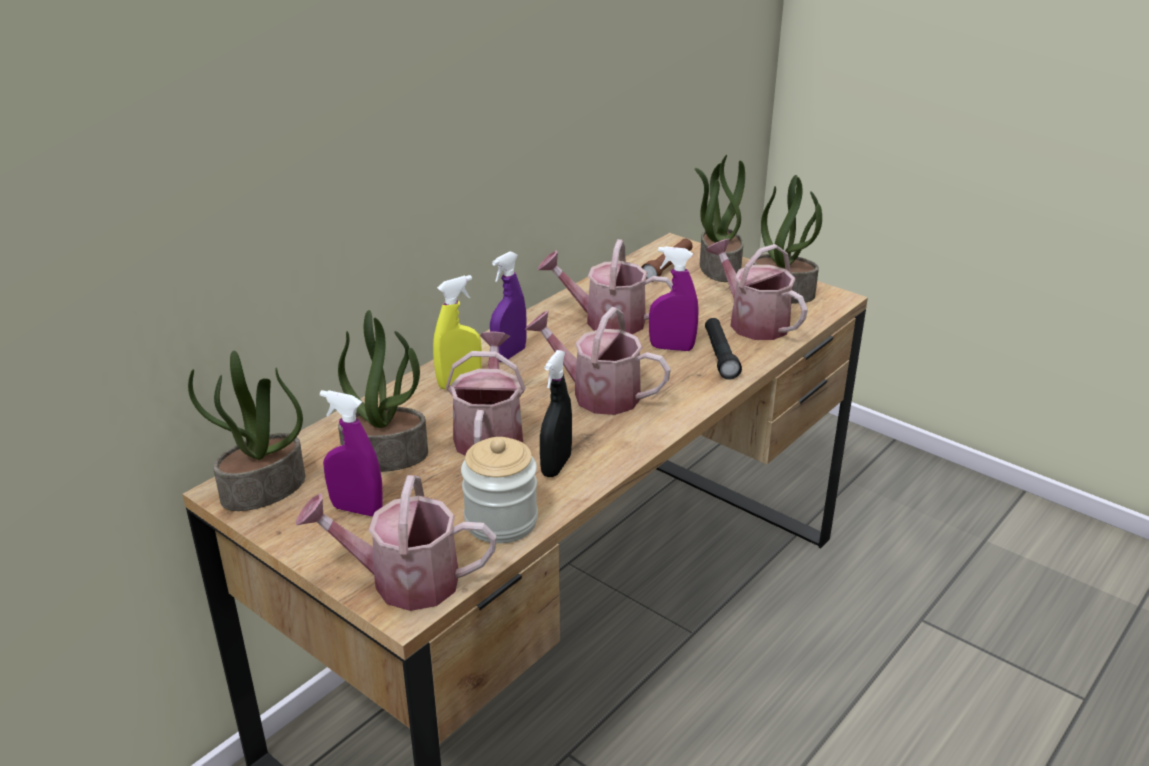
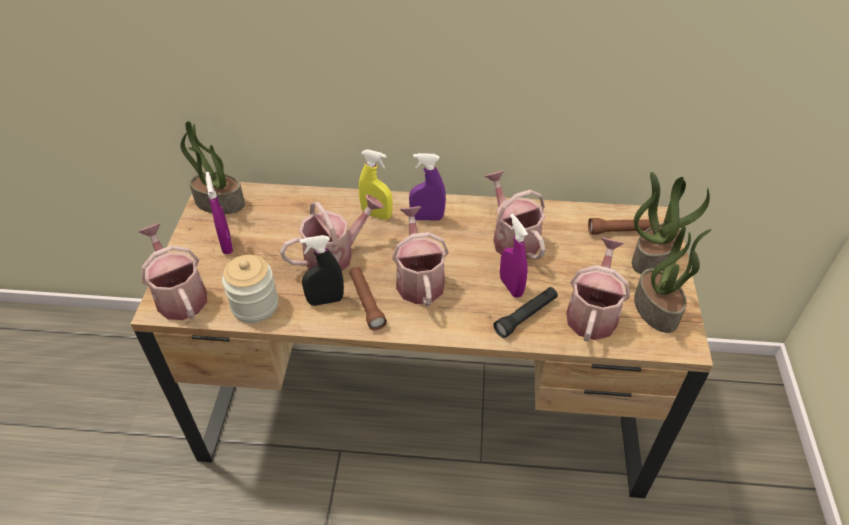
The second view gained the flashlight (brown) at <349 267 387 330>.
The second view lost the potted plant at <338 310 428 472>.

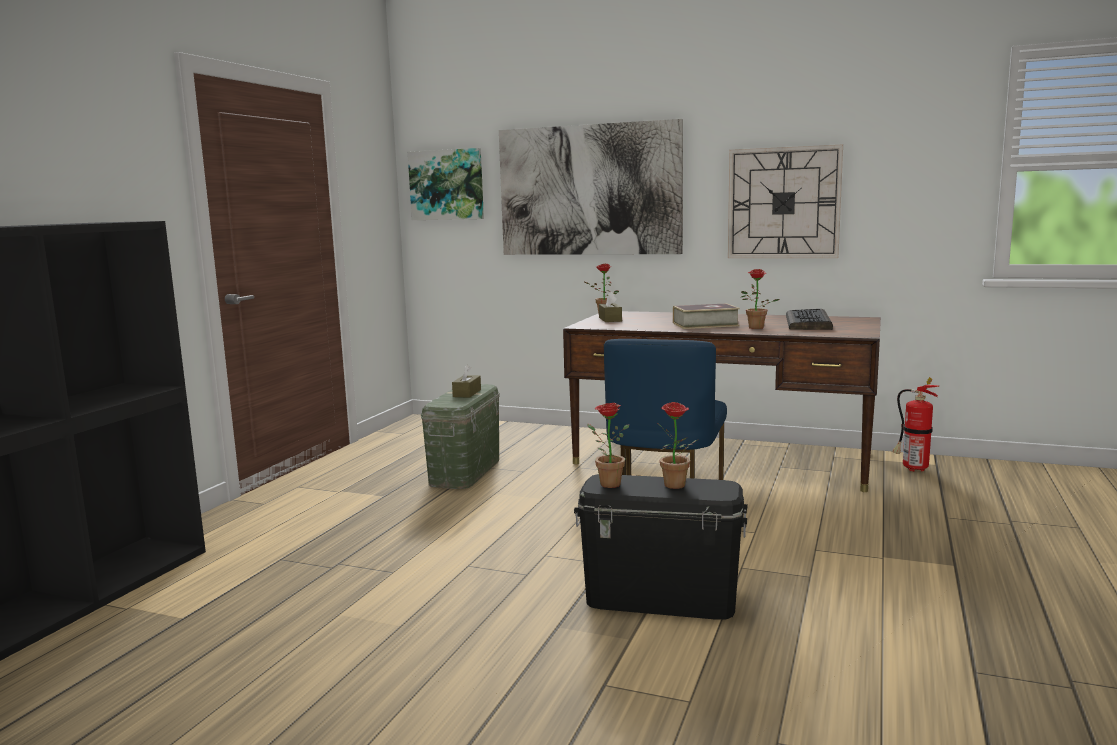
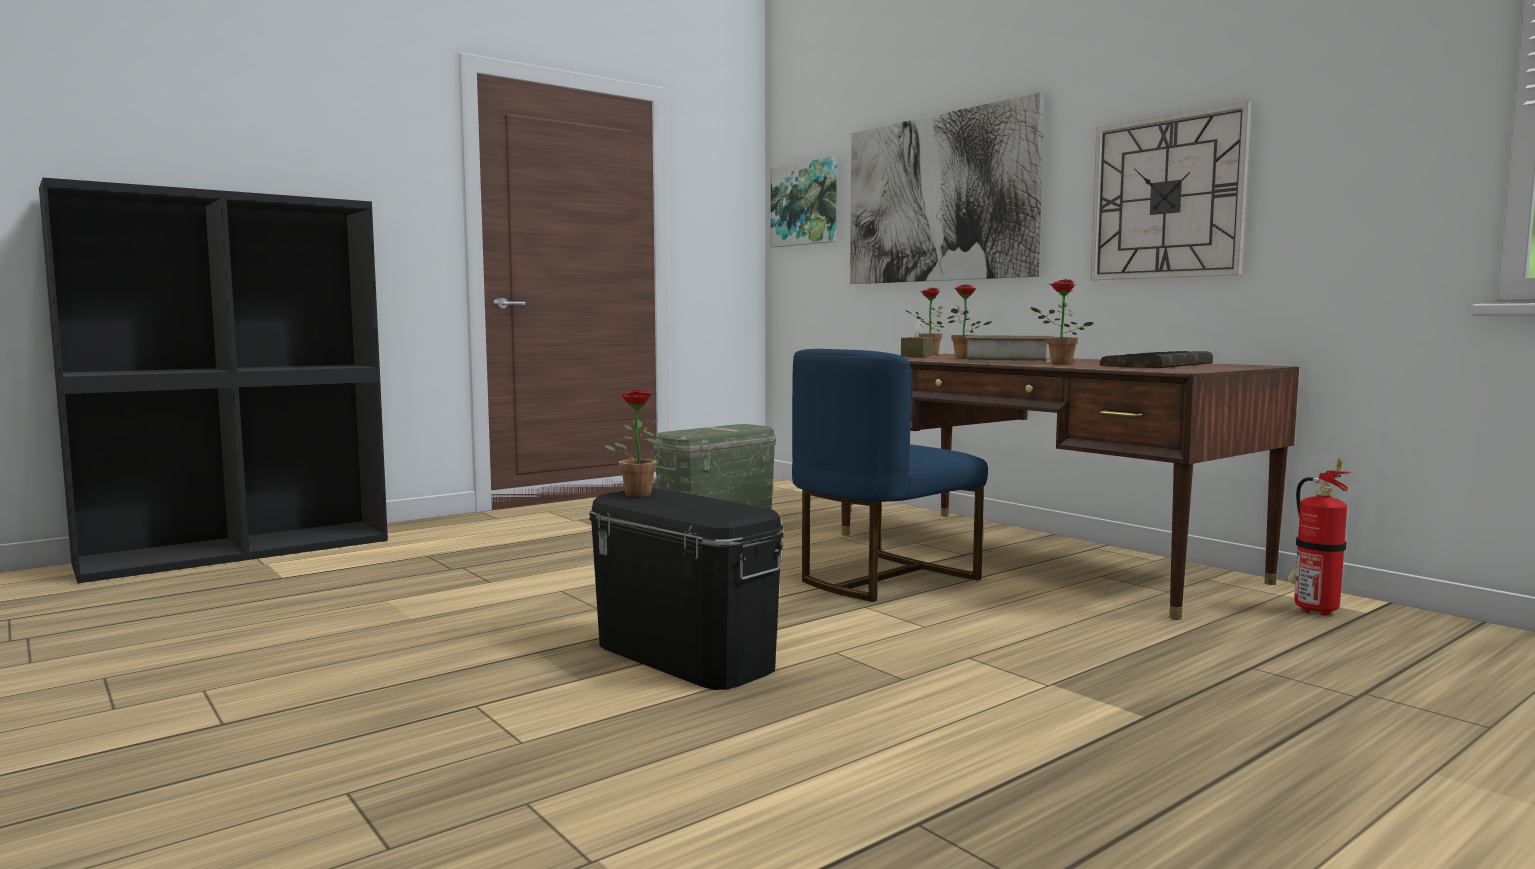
The potted plant ended up elsewhere, having gone from <659 402 697 489> to <947 285 991 359>.
The second view lost the tissue box (brown) at <452 365 481 398>.

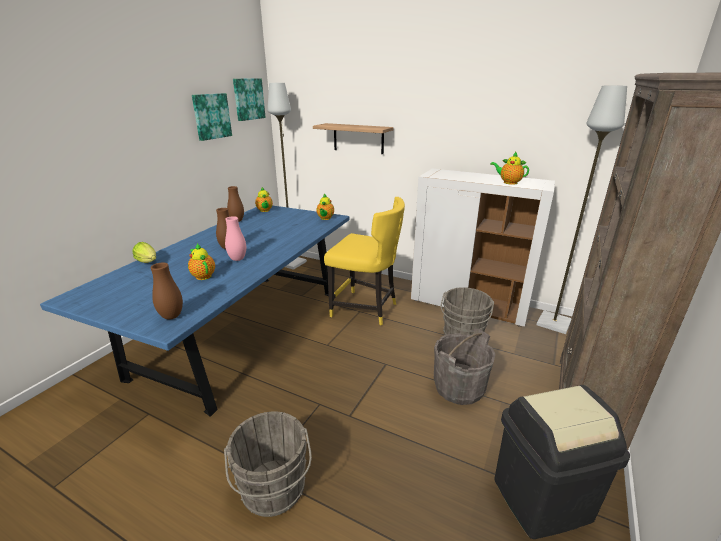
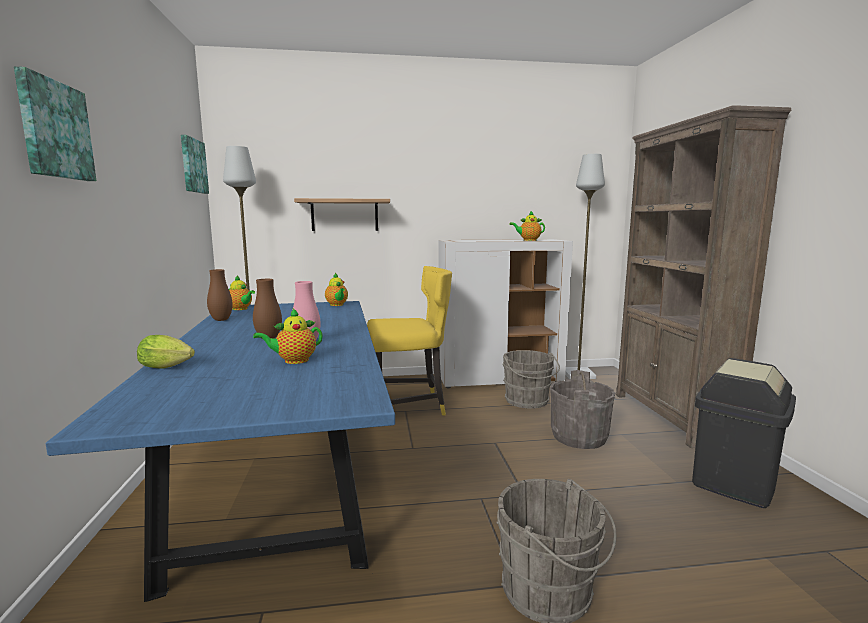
The picture ended up elsewhere, having gone from <192 93 232 141> to <14 67 96 181>.
The teapot at <188 243 215 280> ended up facing another way, 45 degrees counterclockwise from before.
The second view lost the vase (brown) at <151 262 183 320>.

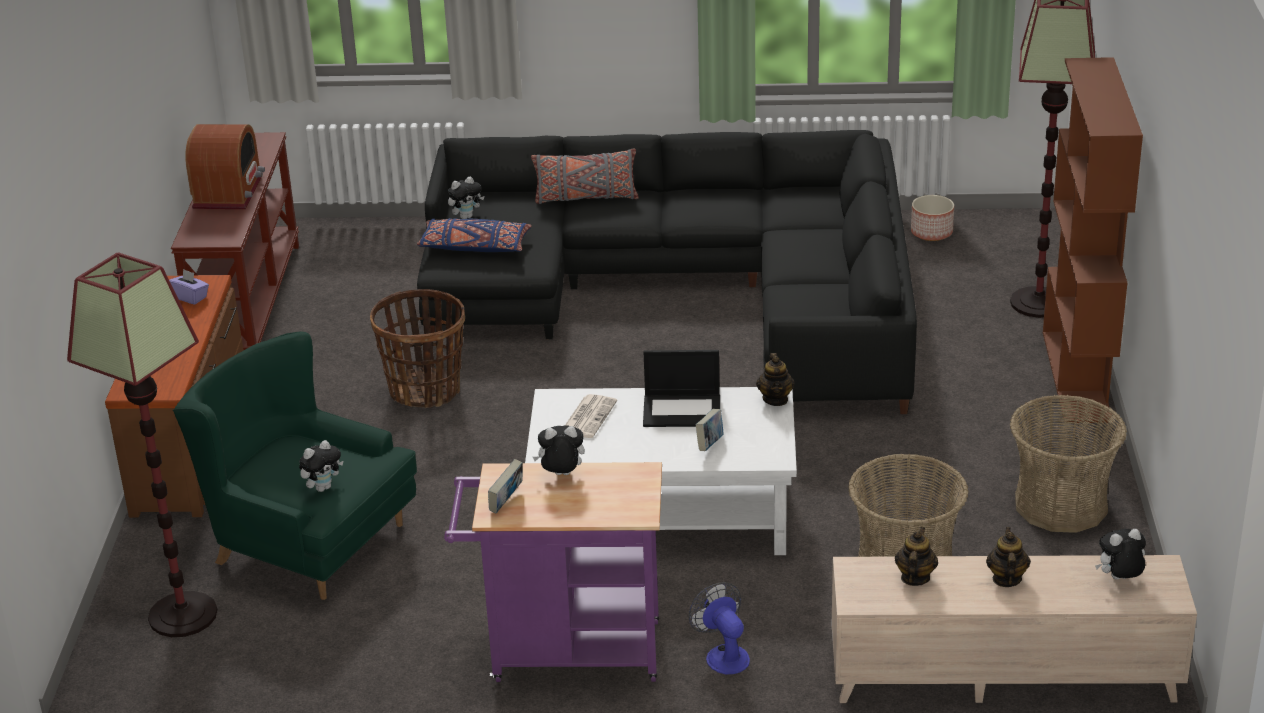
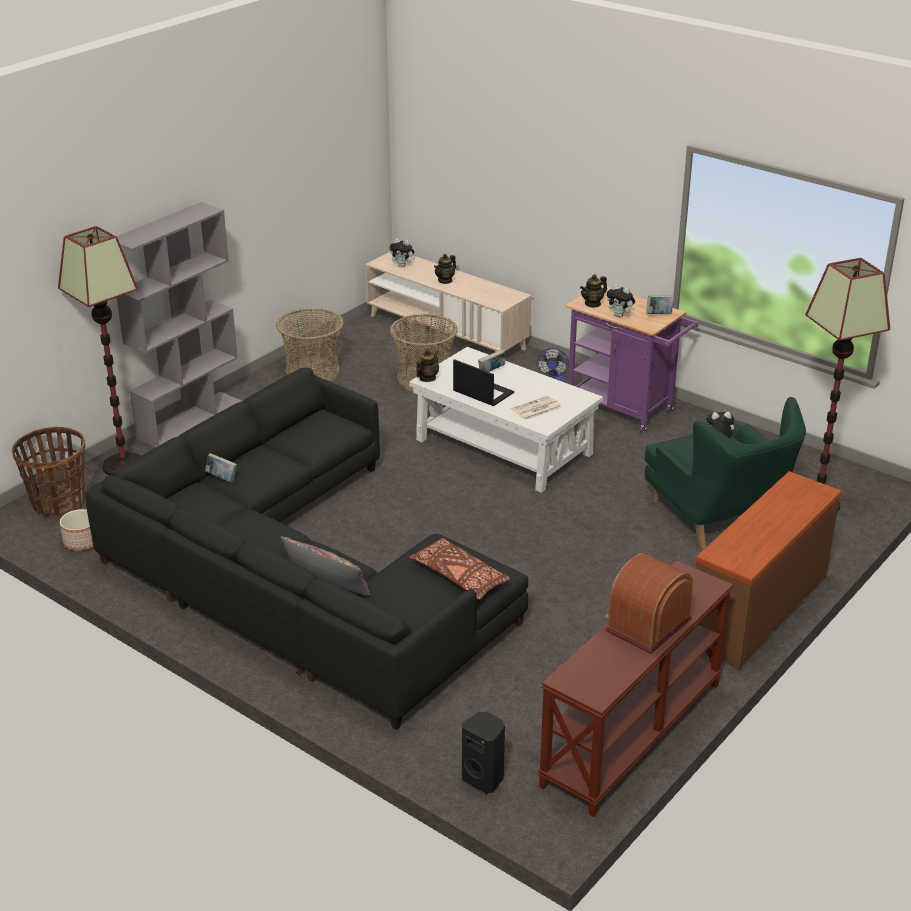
The basket ended up elsewhere, having gone from <370 289 465 408> to <12 427 85 517>.
What was the bookcase (brown) at <1043 57 1143 423> turned into the bookcase (grey) at <117 202 242 448>.
The second view gained the book at <205 453 237 483>.
What was the pillow (blue) at <417 218 532 252> turned into the pillow (brown) at <410 538 510 600>.
The second view gained the speaker (black) at <462 712 505 793>.
The teapot ended up elsewhere, having gone from <895 527 938 586> to <580 274 607 308>.
The second view lost the tissue box (purple) at <169 269 209 304>.
The second view lost the plush toy at <448 176 484 219>.

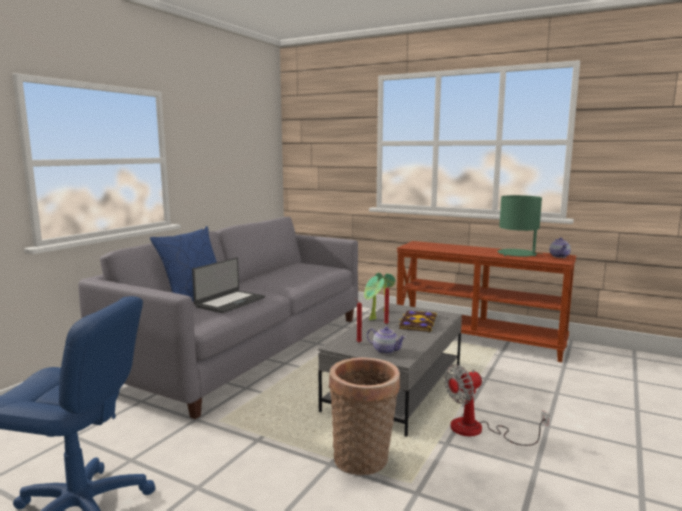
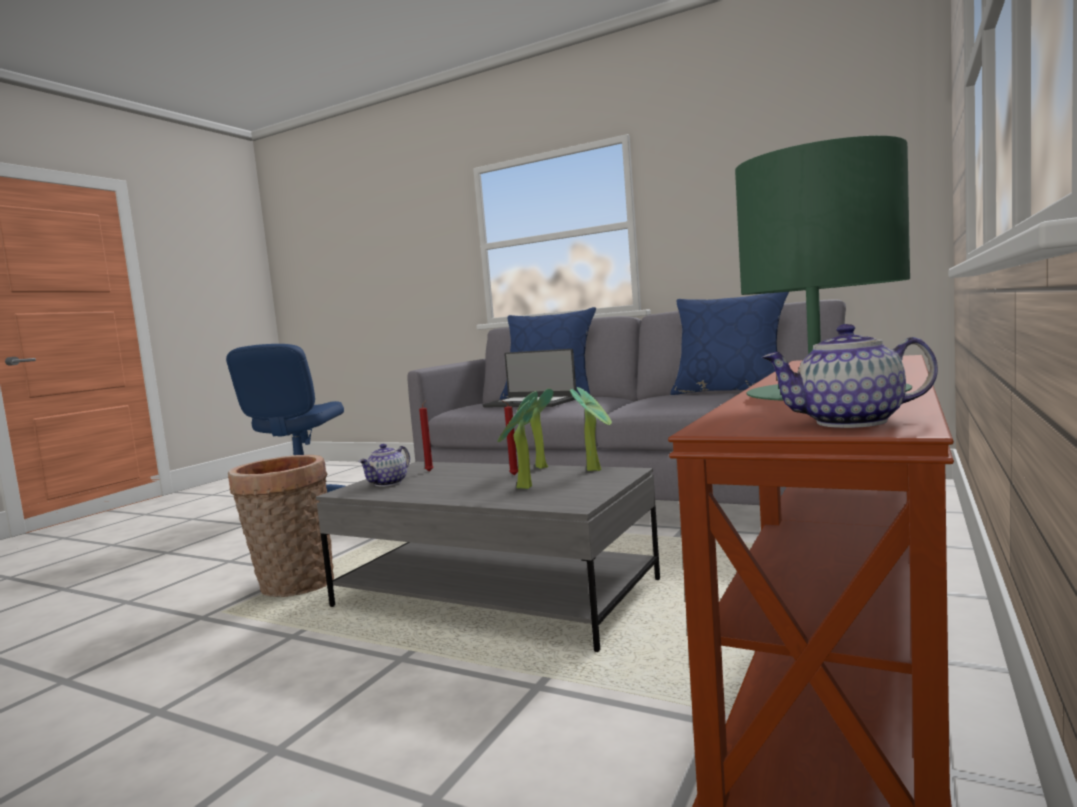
Where the book stood at <398 310 437 332>, the potted plant came to stand at <497 397 536 489>.
The second view gained the pillow (blue) at <670 292 789 395>.
The second view lost the fan at <444 365 549 446>.

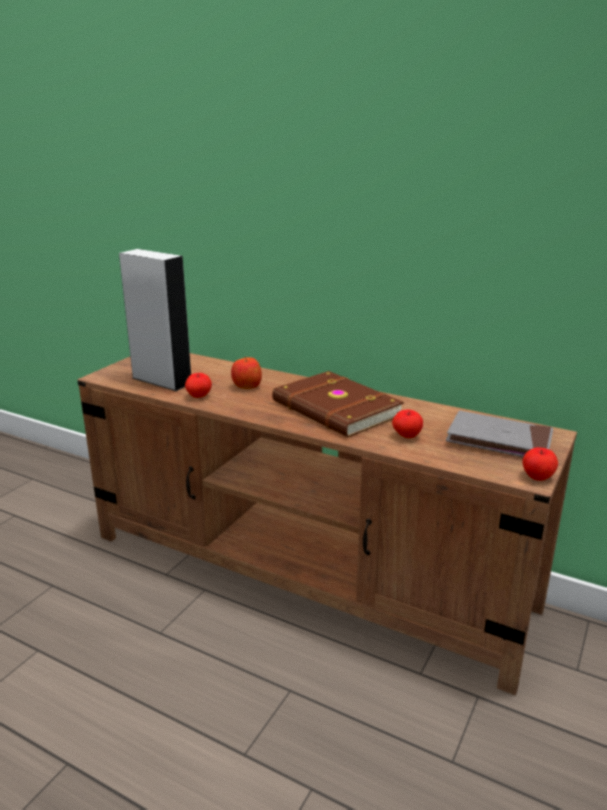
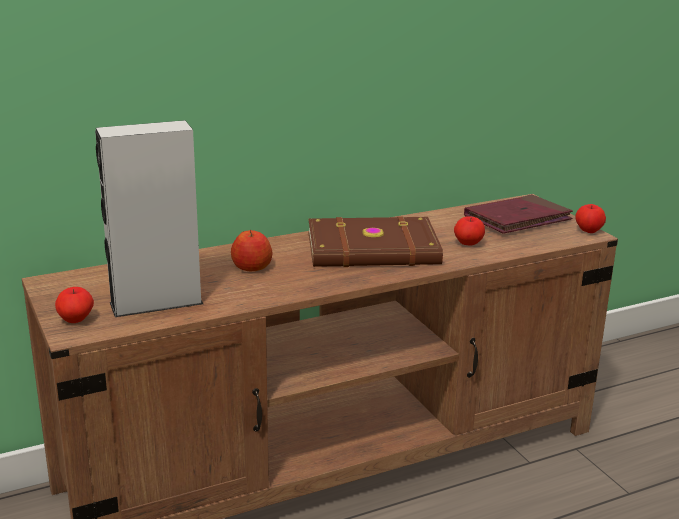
The apple ended up elsewhere, having gone from <185 373 212 398> to <55 287 94 323>.
What was the book (grey) at <446 411 553 457> turned into the book (red) at <464 194 573 234>.

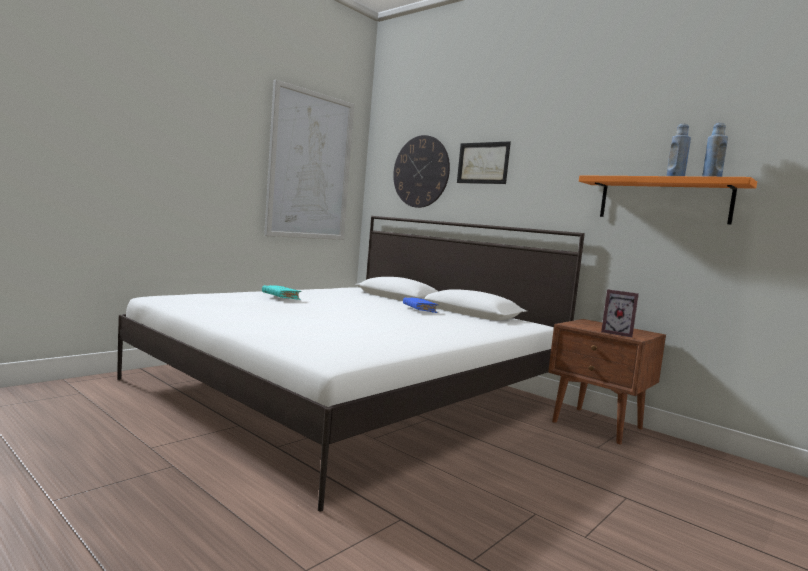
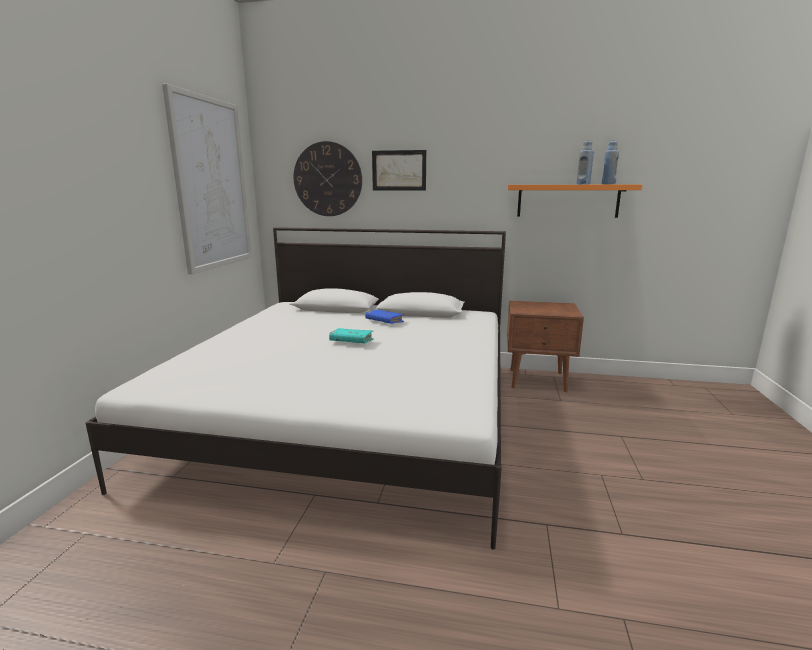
The book (turquoise) ended up elsewhere, having gone from <262 285 301 300> to <329 328 373 344>.
The second view lost the picture frame at <601 289 639 337>.

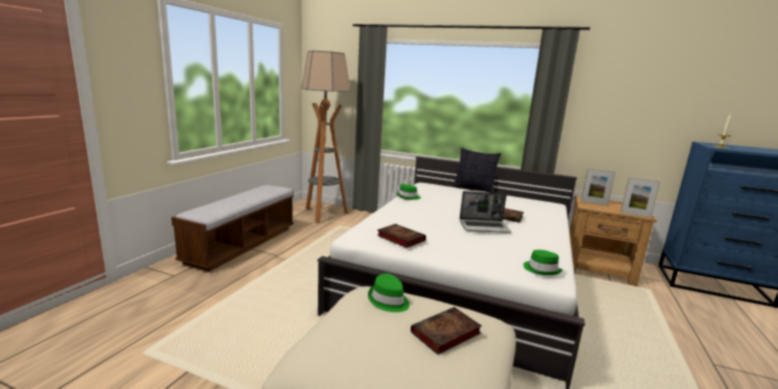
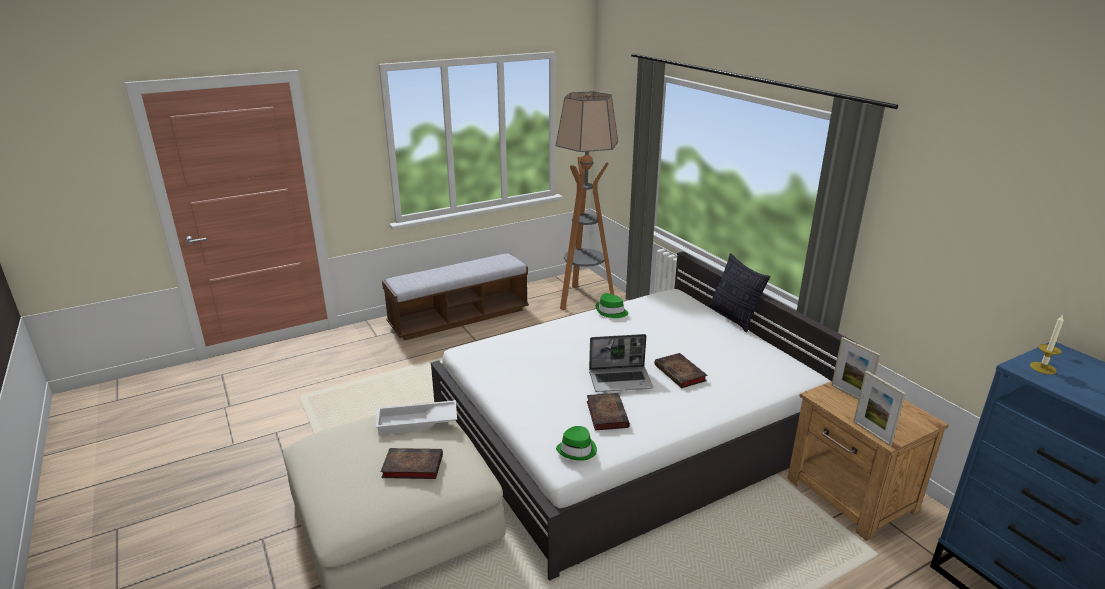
Where the hat (green) stood at <368 274 409 312>, the tray (white) came to stand at <376 400 457 435>.
The book ended up elsewhere, having gone from <377 224 426 248> to <587 393 630 431>.
The laptop at <459 191 511 233> ended up facing another way, 45 degrees counterclockwise from before.

